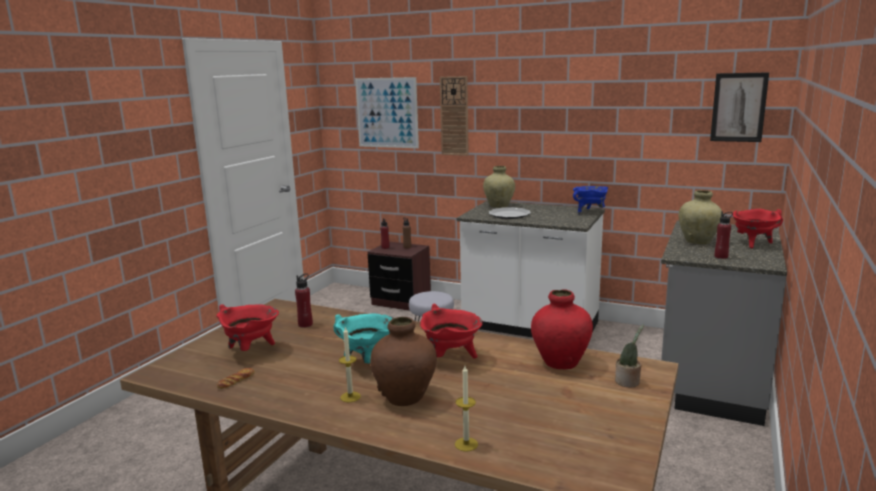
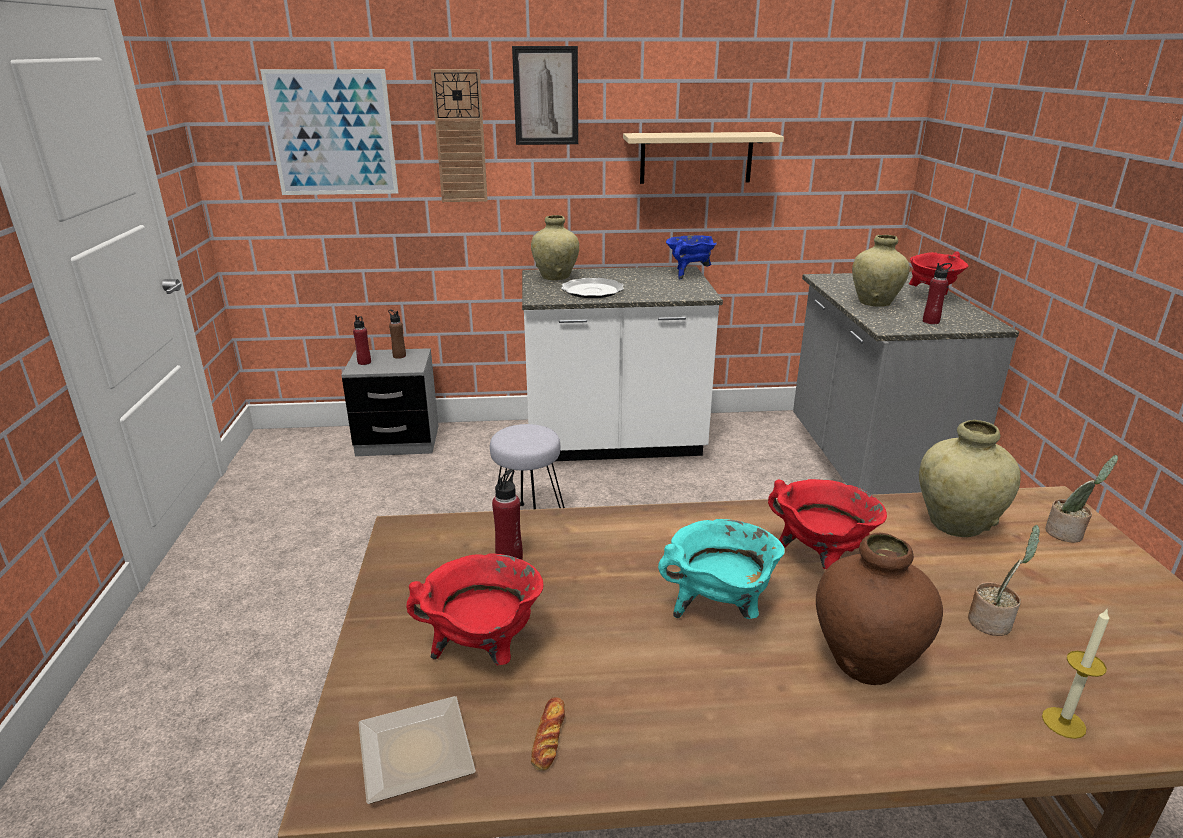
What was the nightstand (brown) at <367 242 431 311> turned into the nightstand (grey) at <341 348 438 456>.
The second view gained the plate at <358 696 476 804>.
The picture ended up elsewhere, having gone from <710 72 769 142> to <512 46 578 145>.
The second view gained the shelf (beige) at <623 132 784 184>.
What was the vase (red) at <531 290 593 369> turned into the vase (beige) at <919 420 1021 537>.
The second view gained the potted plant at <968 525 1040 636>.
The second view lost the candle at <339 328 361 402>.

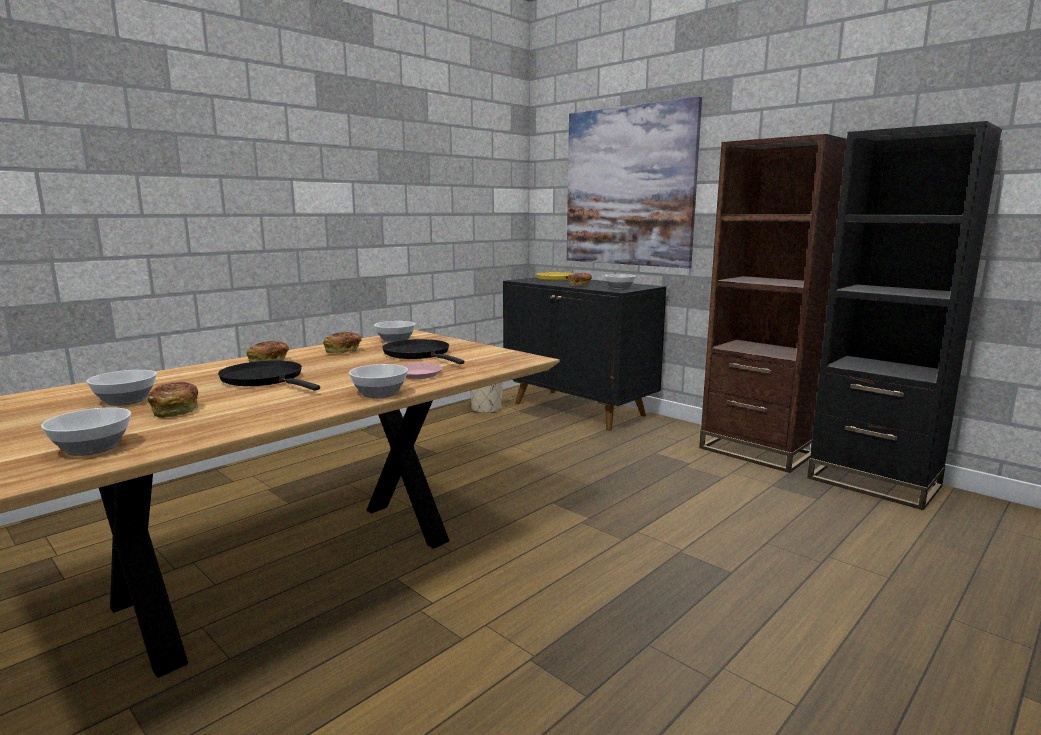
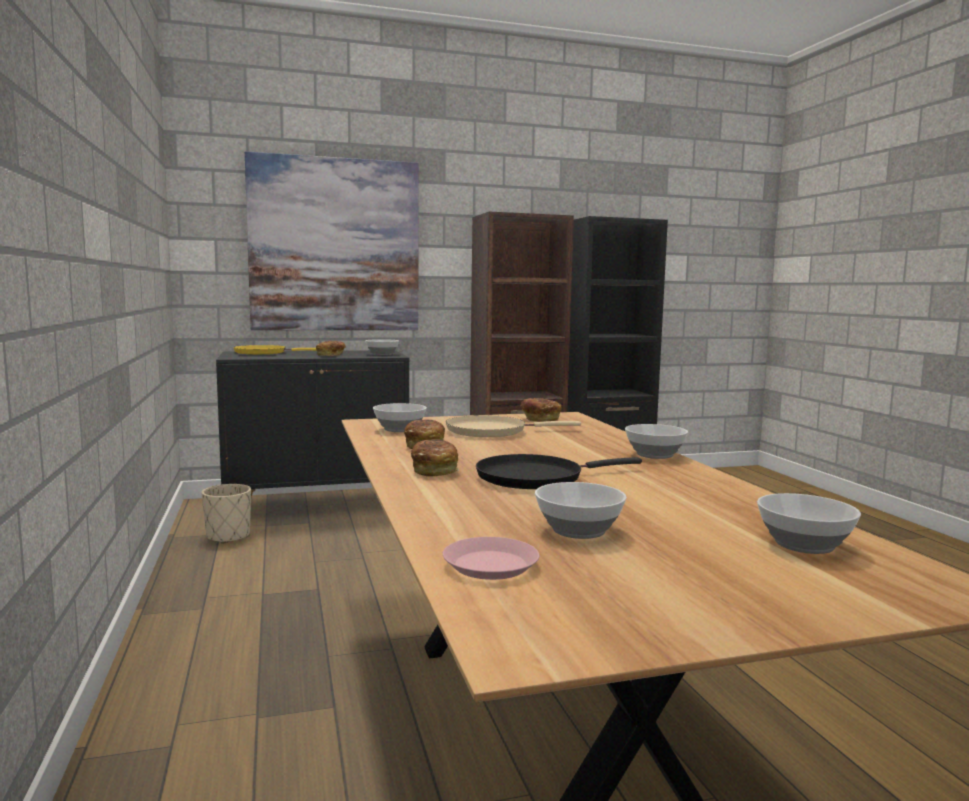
The plate (pink) ended up elsewhere, having gone from <401 363 443 379> to <443 537 539 580>.
What was the frying pan (black) at <382 339 465 364> turned into the frying pan (beige) at <446 415 581 437>.
The bread ended up elsewhere, having gone from <148 382 198 418> to <520 398 561 422>.

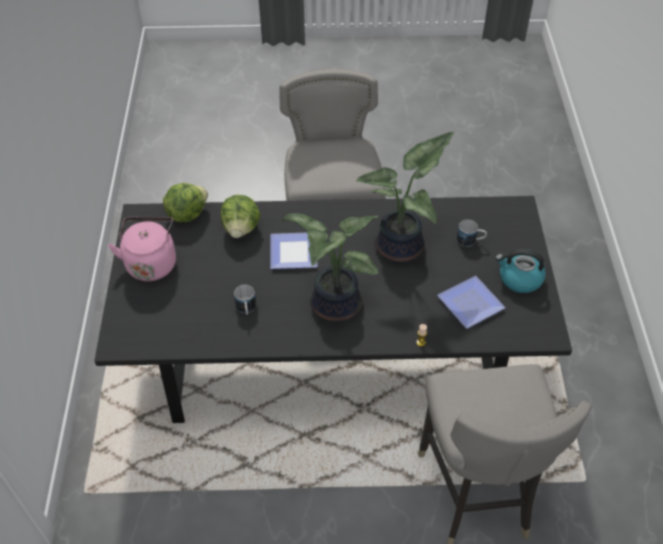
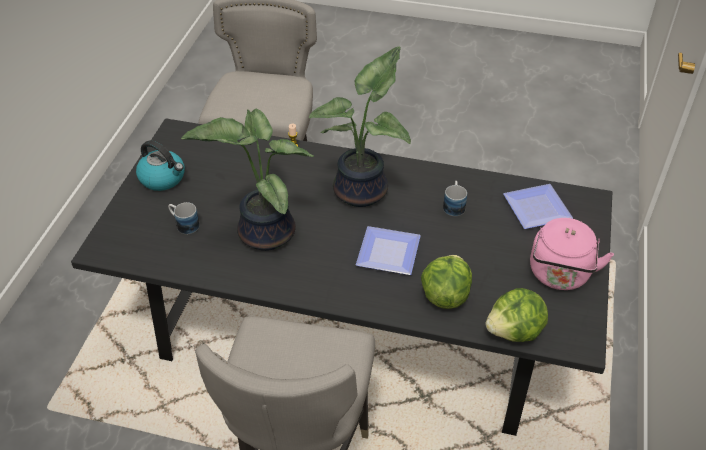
The plate ended up elsewhere, having gone from <437 276 506 329> to <503 184 573 229>.

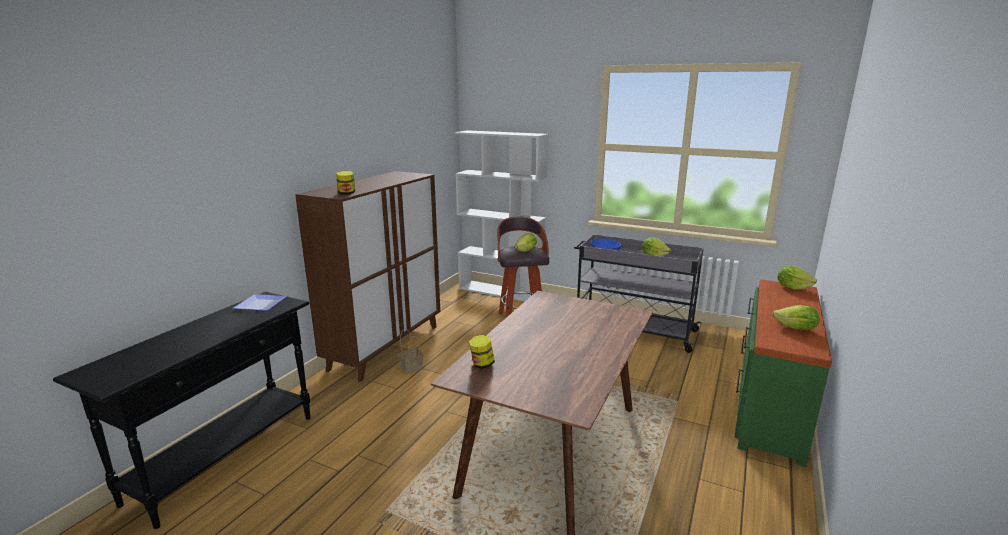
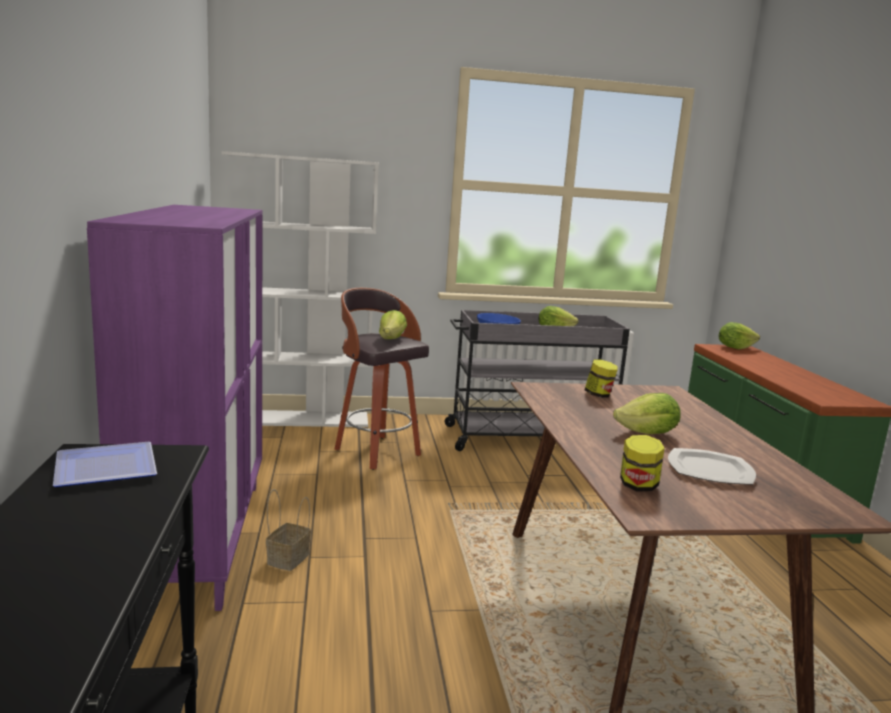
What was the cabinet (brown) at <295 171 441 382> turned into the cabinet (purple) at <87 205 262 611>.
The jar ended up elsewhere, having gone from <336 171 355 195> to <585 360 618 398>.
The lettuce ended up elsewhere, having gone from <772 305 820 330> to <613 393 681 434>.
The second view gained the plate at <668 448 756 485>.

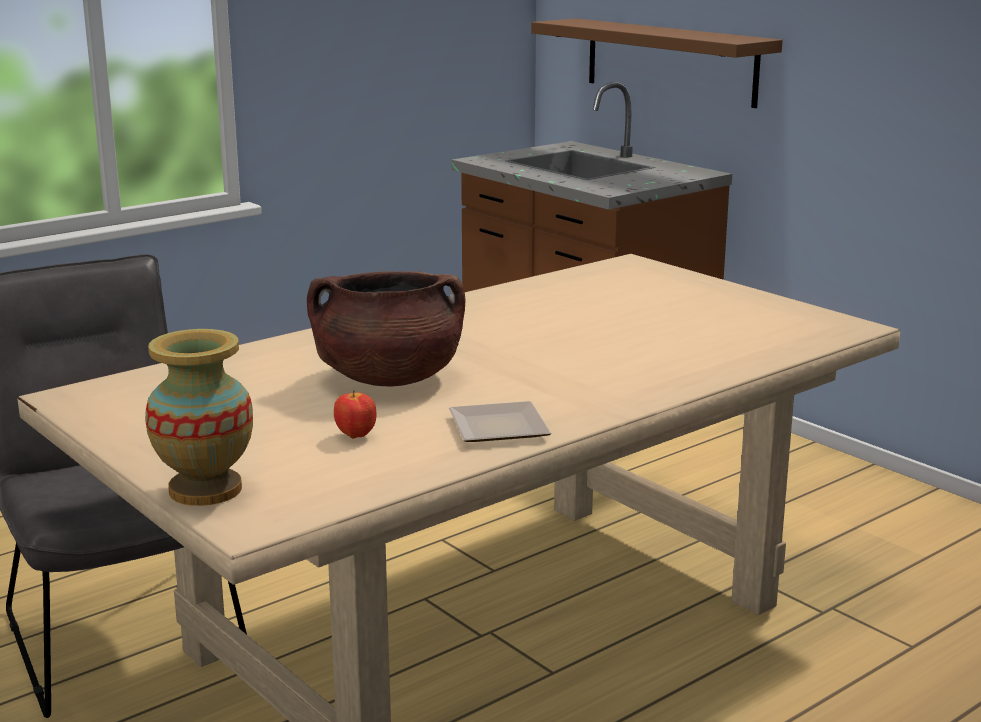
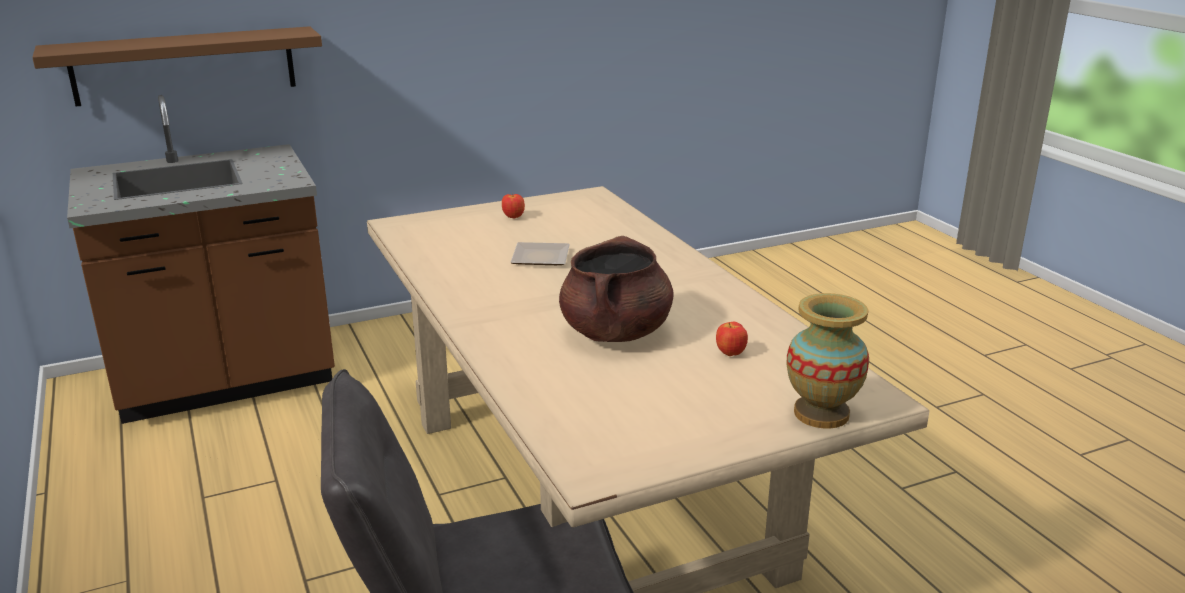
The second view gained the apple at <502 194 525 218>.
The plate ended up elsewhere, having gone from <449 401 551 442> to <510 242 570 265>.

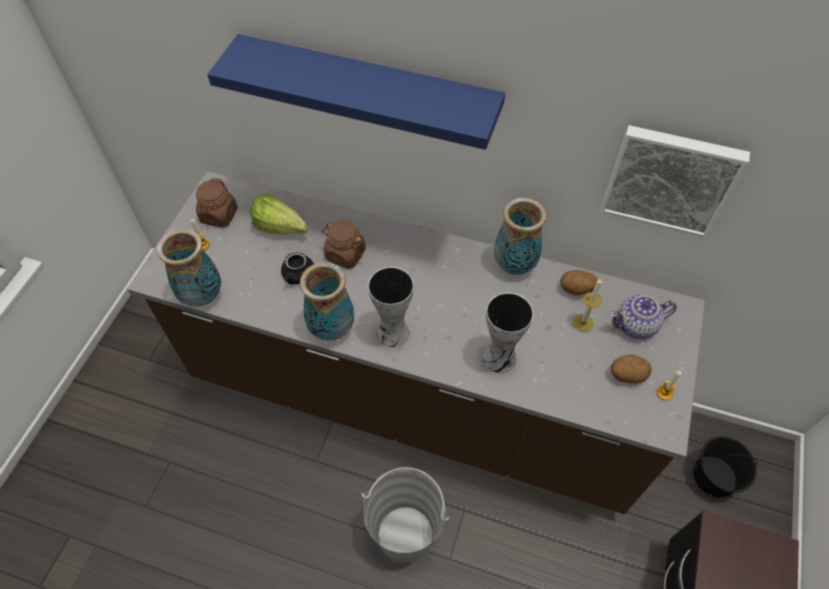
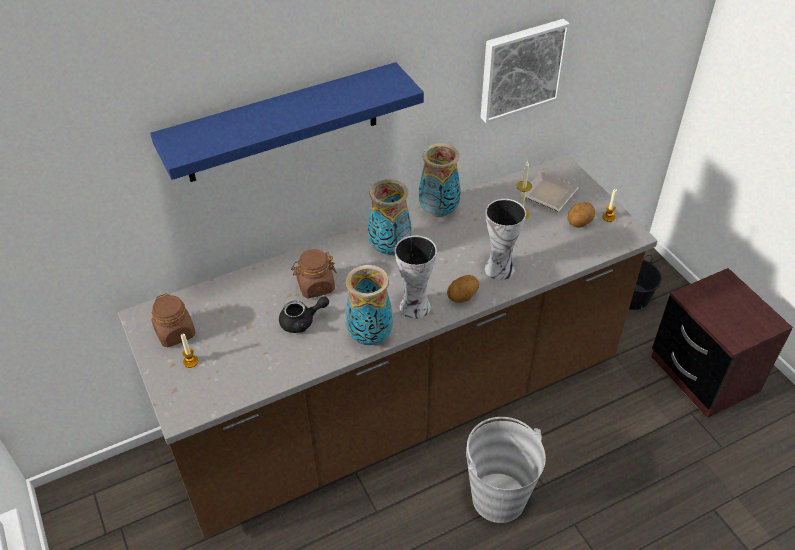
The vase ended up elsewhere, having gone from <157 229 221 307> to <368 179 412 255>.
The potato ended up elsewhere, having gone from <560 270 598 295> to <447 275 479 303>.
Where the teapot stood at <609 295 677 339>, the plate came to stand at <519 172 579 211>.
The second view lost the lettuce at <250 193 308 235>.

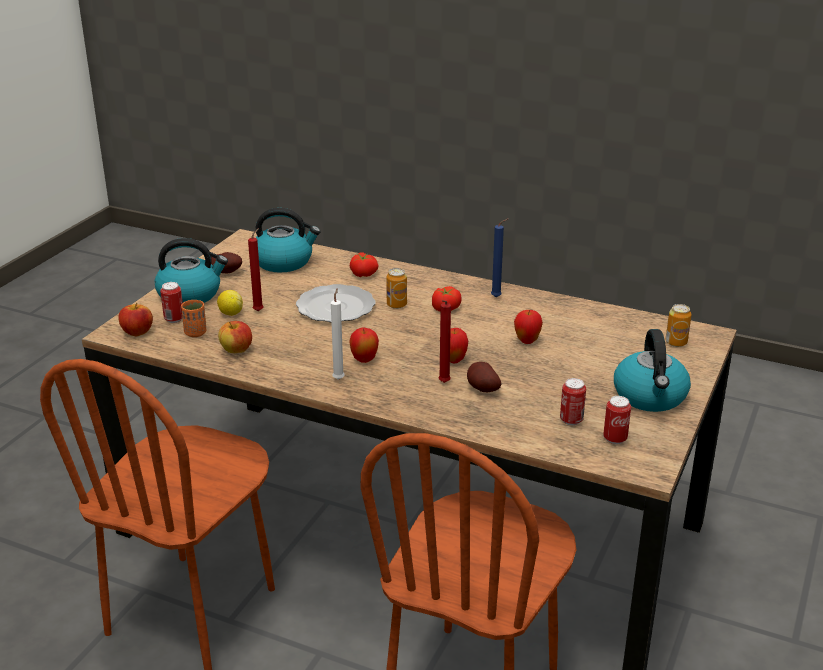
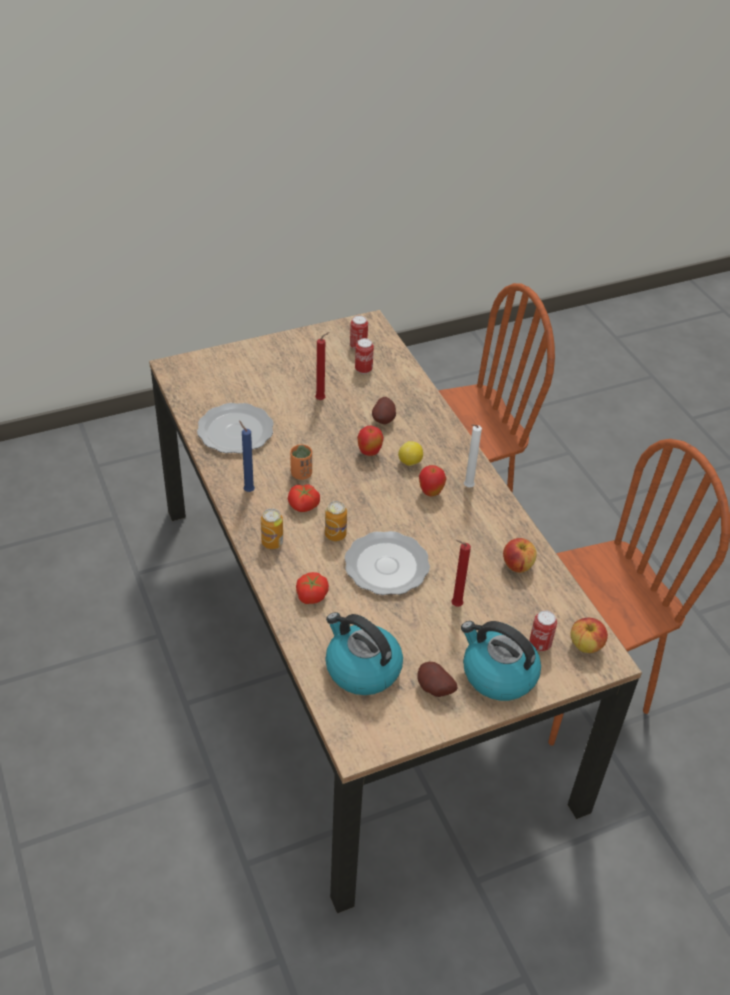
The second view gained the plate at <197 403 274 454>.
The can ended up elsewhere, having gone from <665 304 691 347> to <261 509 283 549>.
The cup (orange) ended up elsewhere, having gone from <181 300 206 337> to <290 444 312 480>.
The candle (red) ended up elsewhere, having gone from <438 300 451 383> to <315 332 329 400>.
The lemon ended up elsewhere, having gone from <217 290 243 316> to <398 441 423 466>.
The second view lost the apple at <514 310 543 344>.
The second view lost the kettle at <614 329 691 412>.

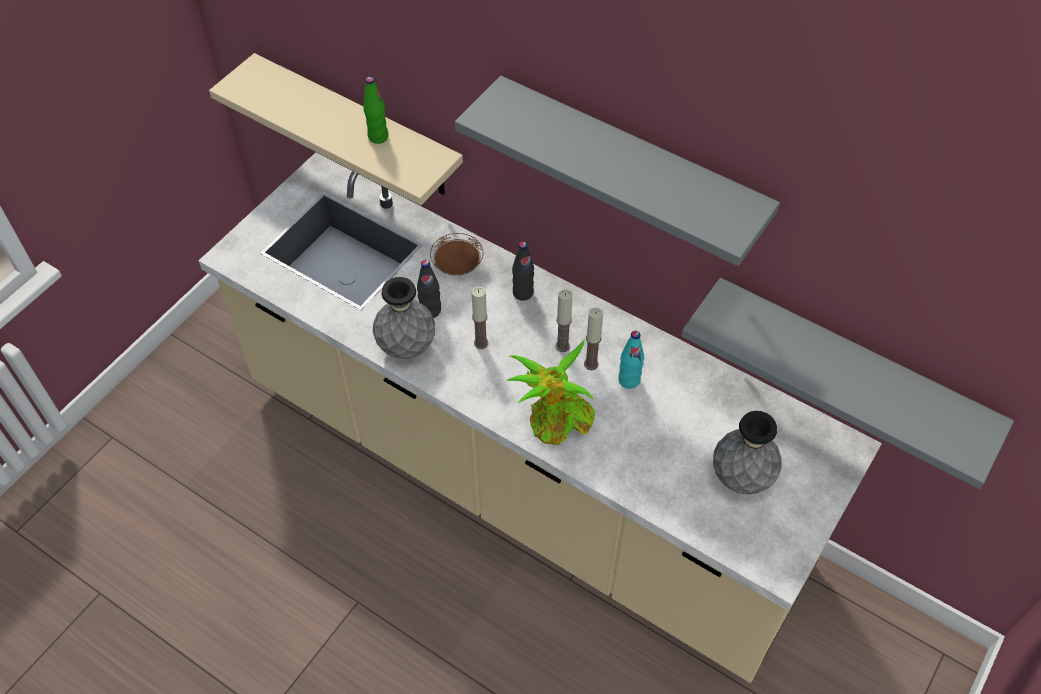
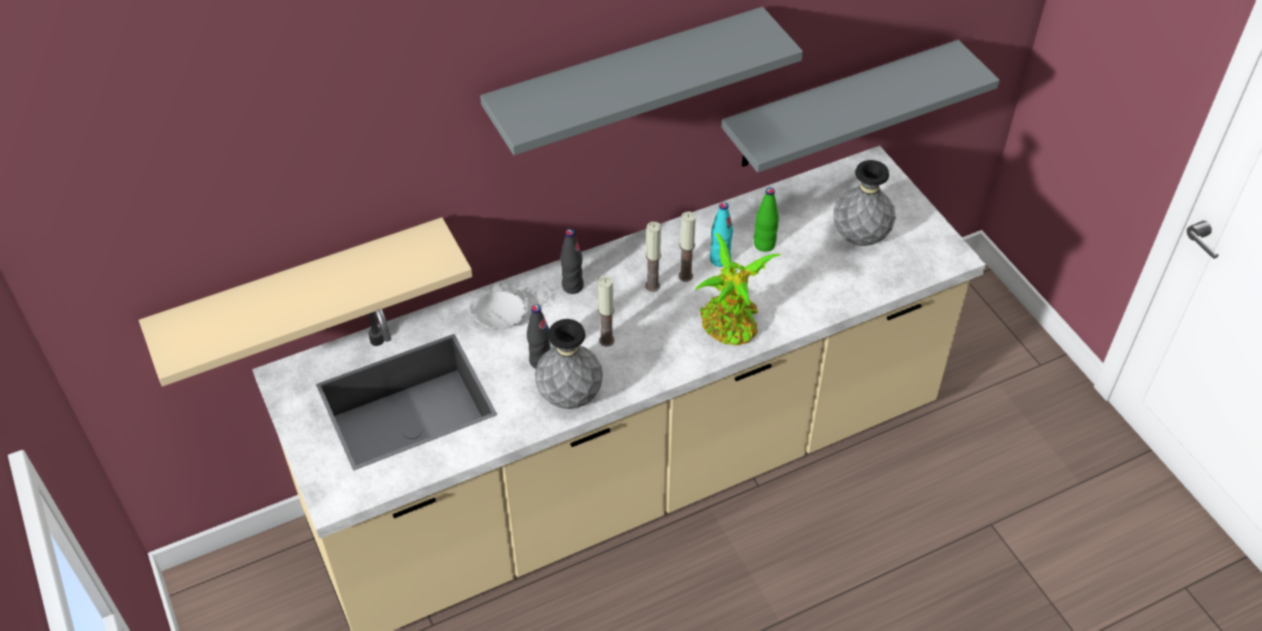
What was the plate (brown) at <430 233 483 275> turned into the plate (white) at <470 284 529 330>.
The bottle (green) ended up elsewhere, having gone from <363 77 389 144> to <754 188 779 252>.

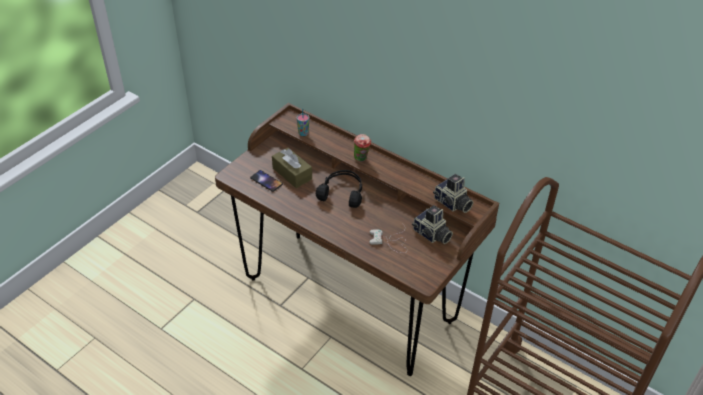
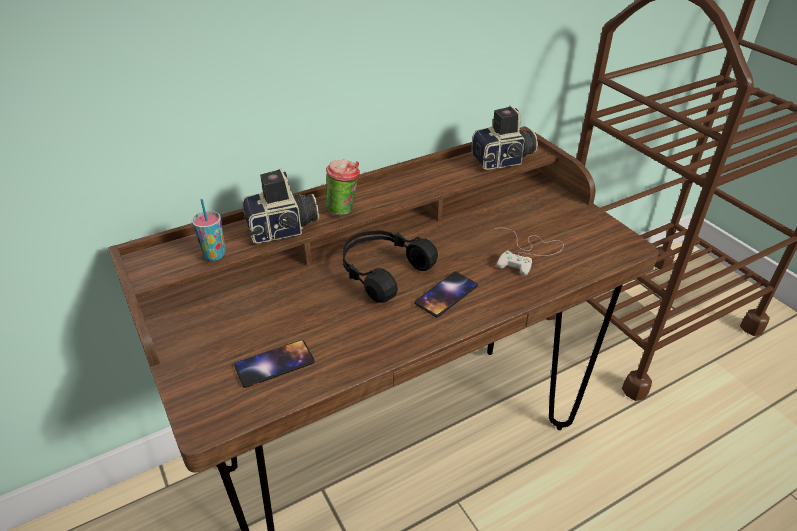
The photo camera ended up elsewhere, having gone from <412 205 453 244> to <242 167 319 243>.
The second view gained the phone at <414 272 478 317>.
The second view lost the tissue box (brown) at <272 148 312 188>.

